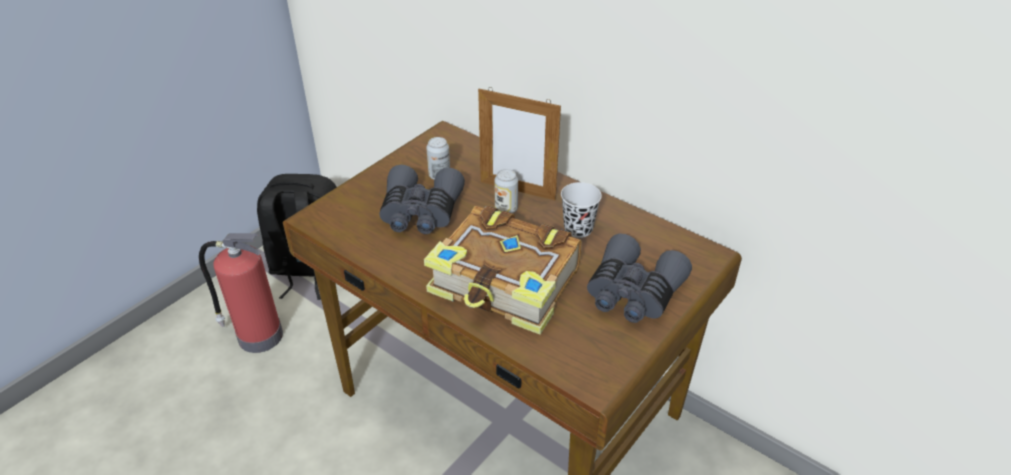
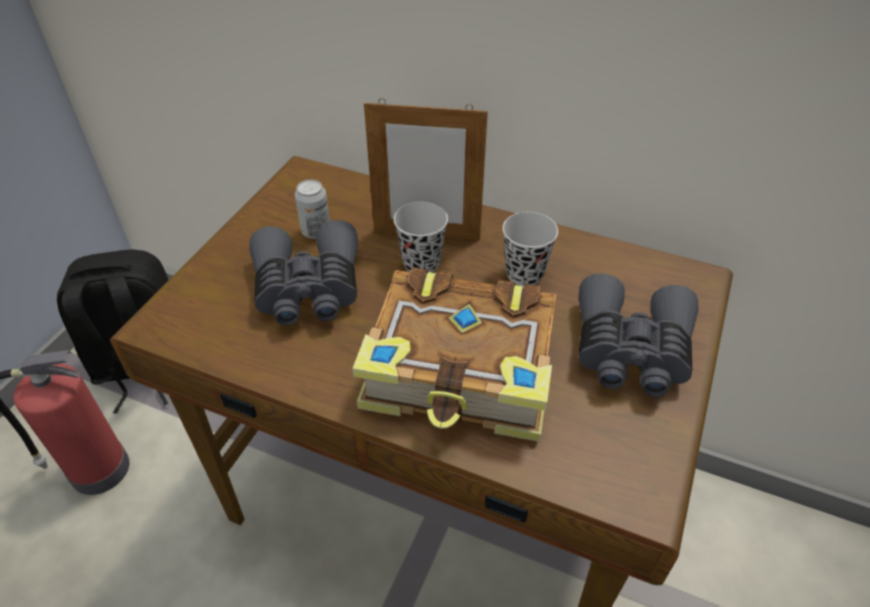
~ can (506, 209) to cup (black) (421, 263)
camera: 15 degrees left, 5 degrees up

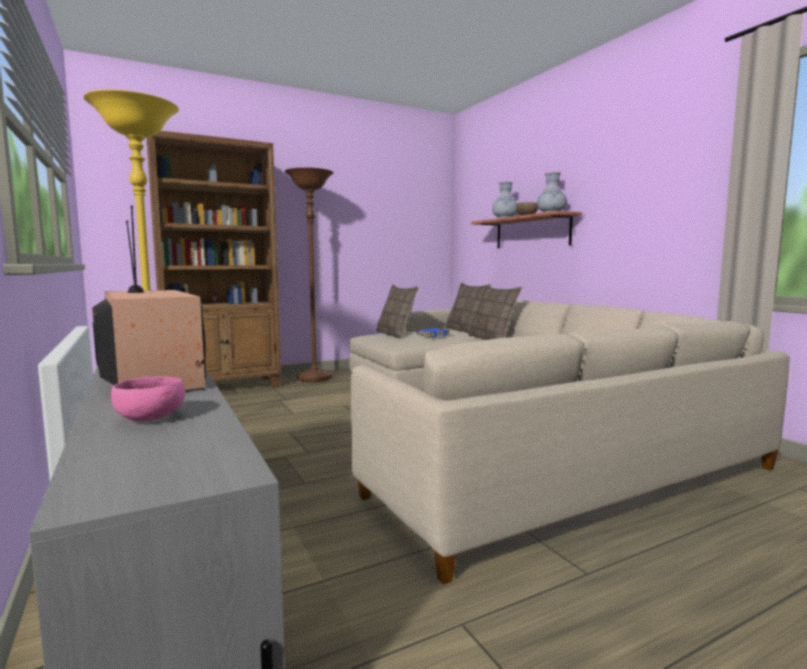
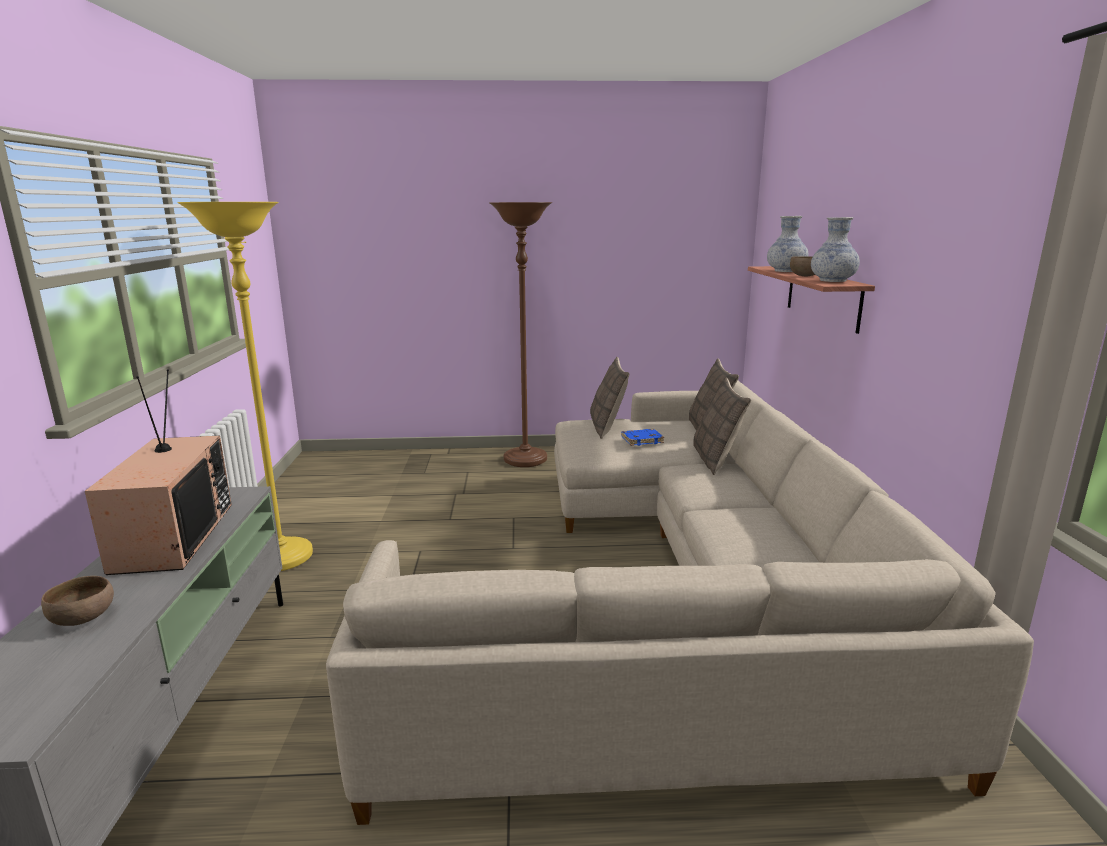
~ bowl (pink) (150, 418) to bowl (brown) (84, 617)
- bookcase (brown) (223, 387)
camera: 25 degrees right, 10 degrees up

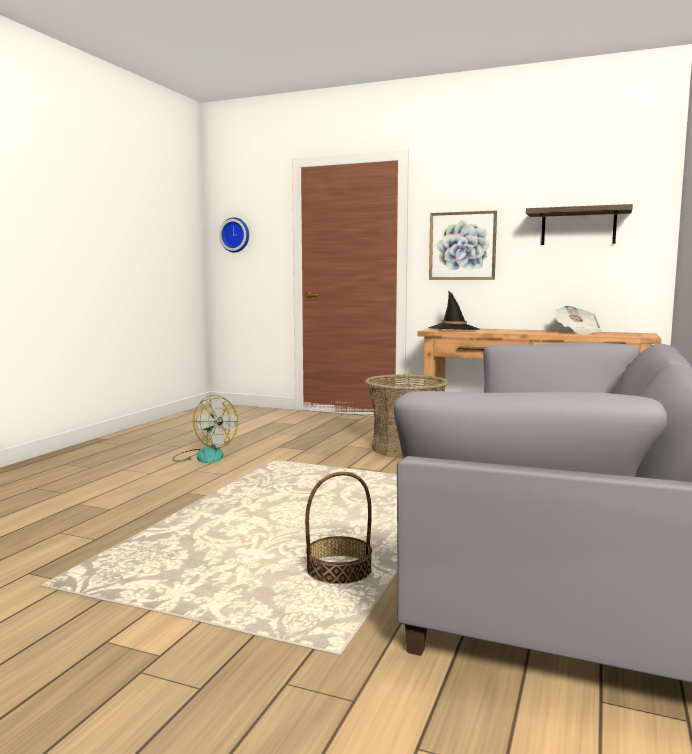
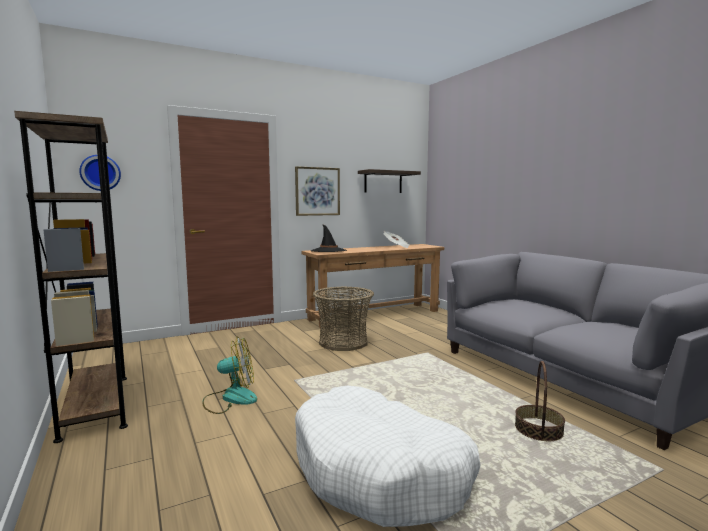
+ bookcase (brown) (95, 405)
+ dog bed (white) (380, 471)
camera: 50 degrees left, 0 degrees up

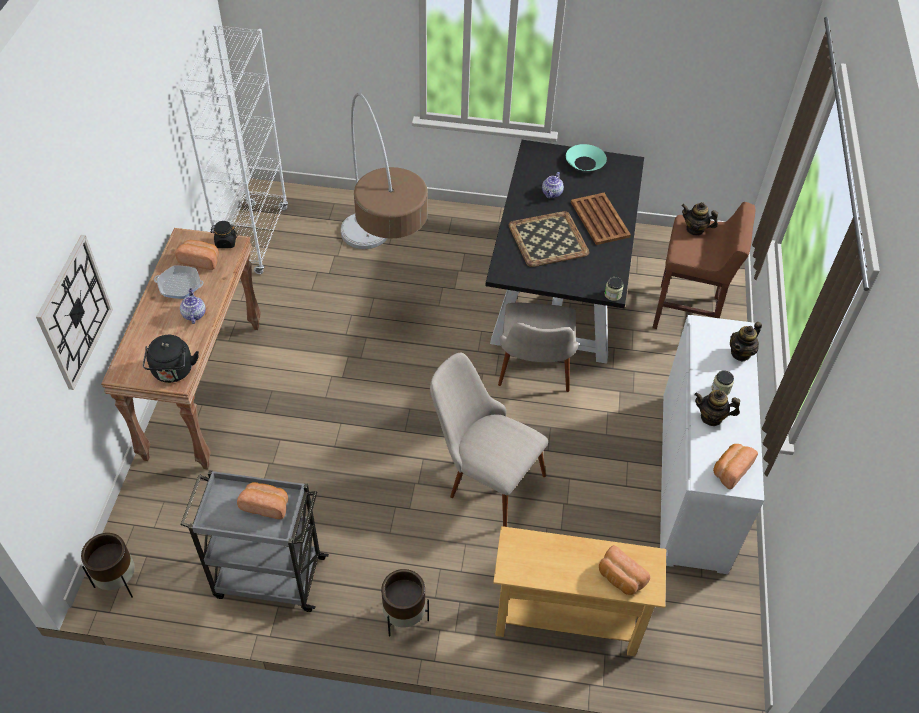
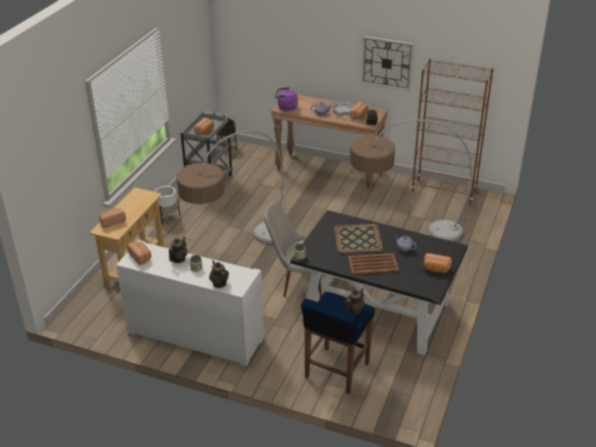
~ planter (brown) (404, 617) to planter (white) (168, 217)
~ chair (beige) (484, 477) to floor lamp (234, 253)
~ kettle (black) (173, 372) to kettle (purple) (286, 107)
~ stool (brown) (687, 313) to stool (blue) (336, 371)
~ wall clock (74, 312) to (387, 63)
~ bookcase (white) (255, 238) to bookcase (brown) (444, 191)
~ bowl (turquoise) (585, 163) to bread (436, 269)
camera: 105 degrees right, 15 degrees down

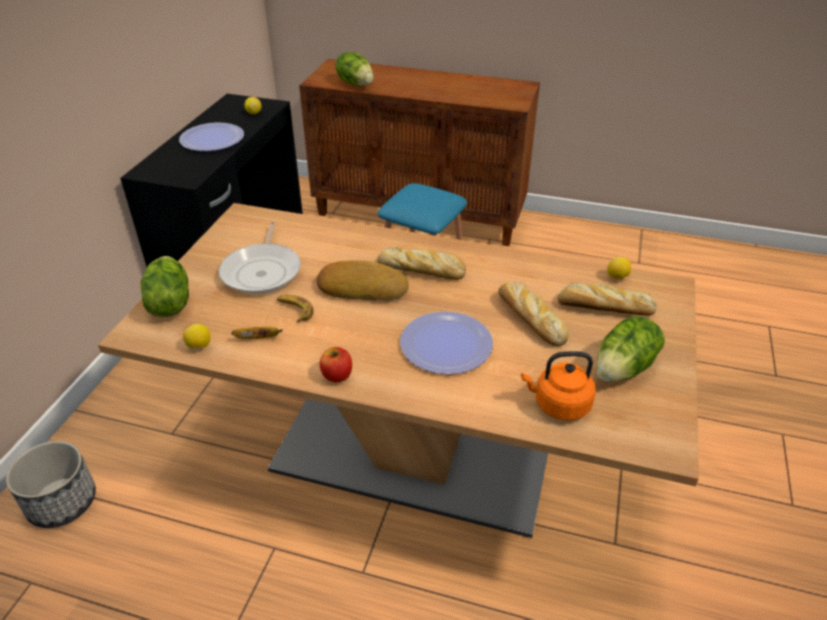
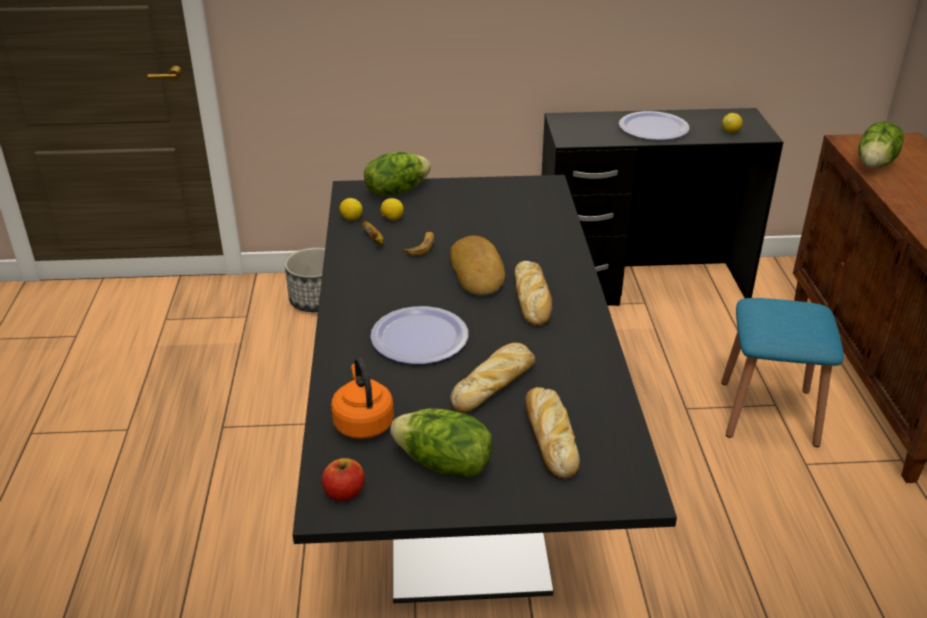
~ dining table (beige) (413, 454) to dining table (black) (463, 482)
~ apple (337, 375) to (344, 492)
~ lemon (617, 277) to (392, 219)
- frying pan (263, 271)
camera: 70 degrees right, 5 degrees down

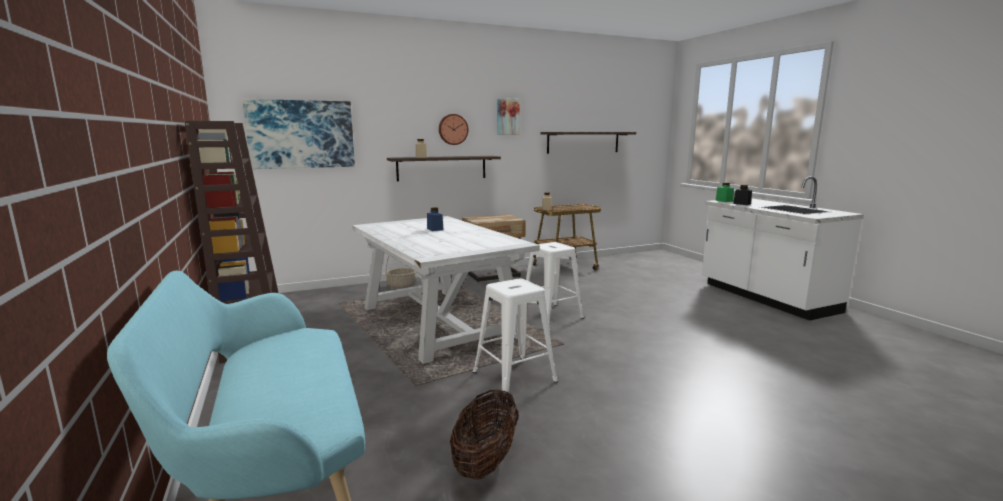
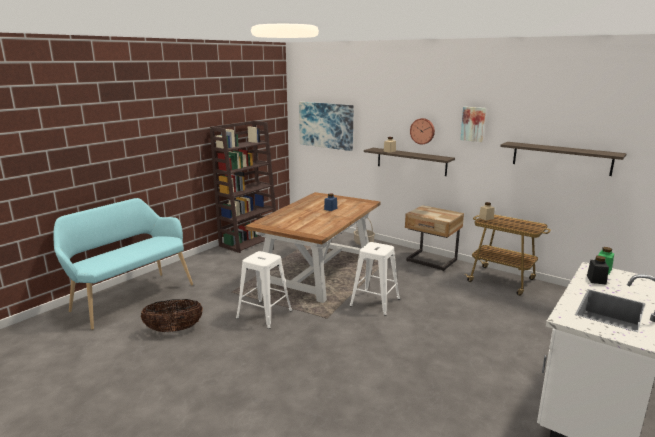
~ dining table (white) (438, 321) to dining table (brown) (318, 271)
camera: 60 degrees right, 5 degrees up

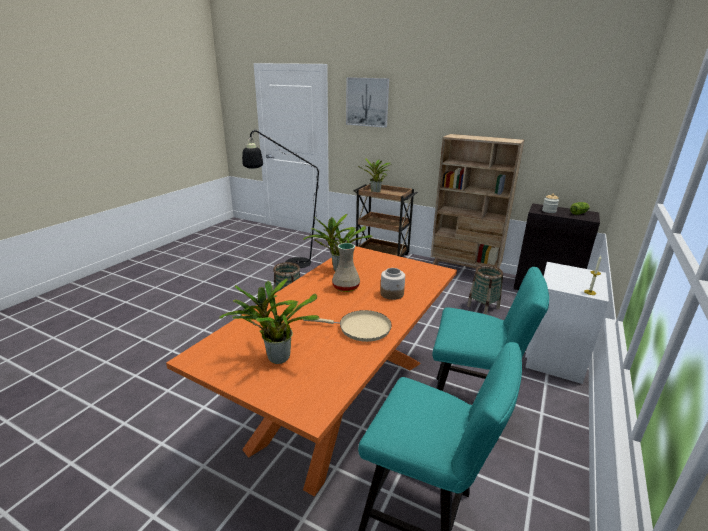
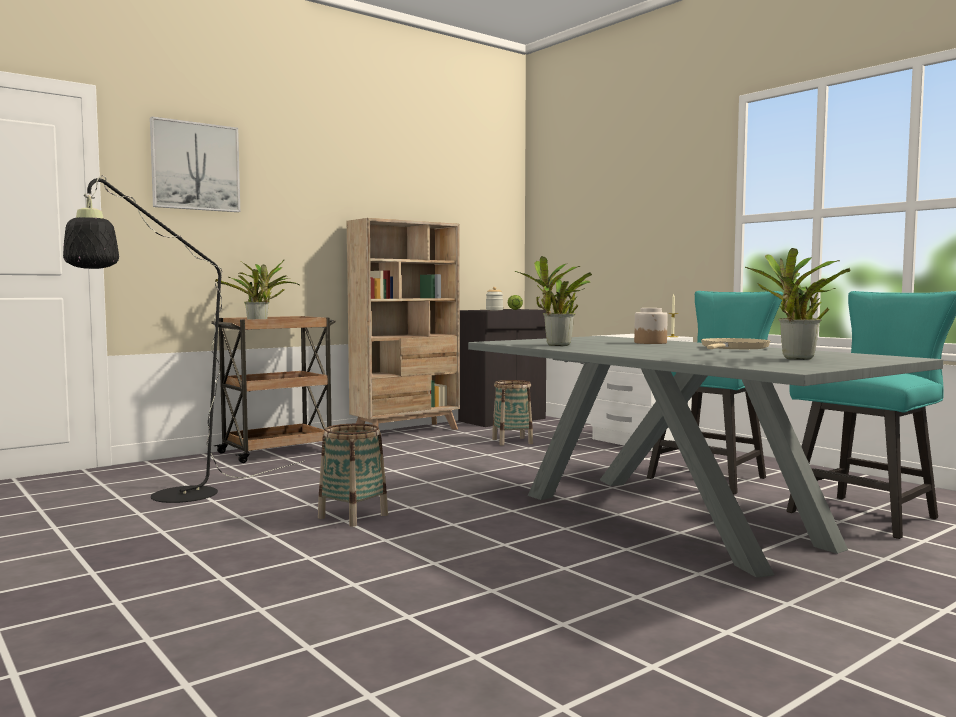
~ dining table (orange) (341, 401) to dining table (grey) (670, 519)
- vase (beige) (346, 287)
camera: 65 degrees left, 20 degrees down

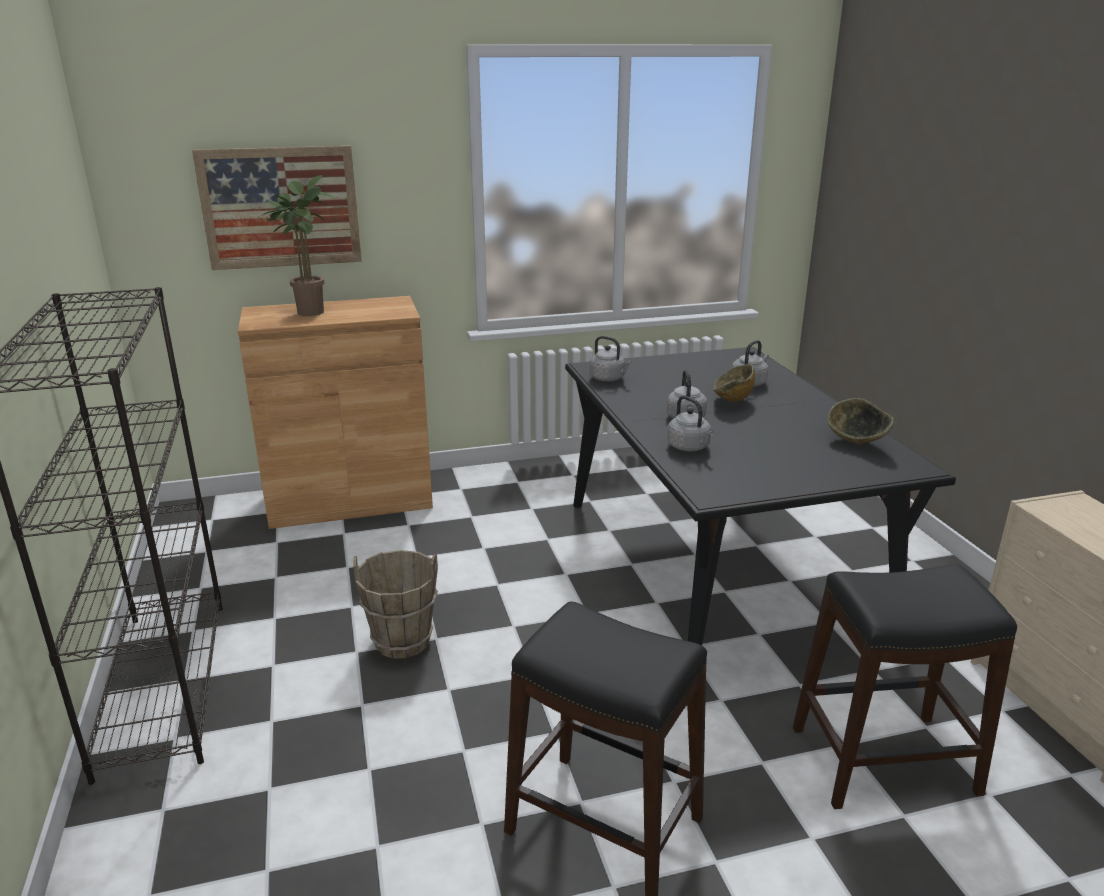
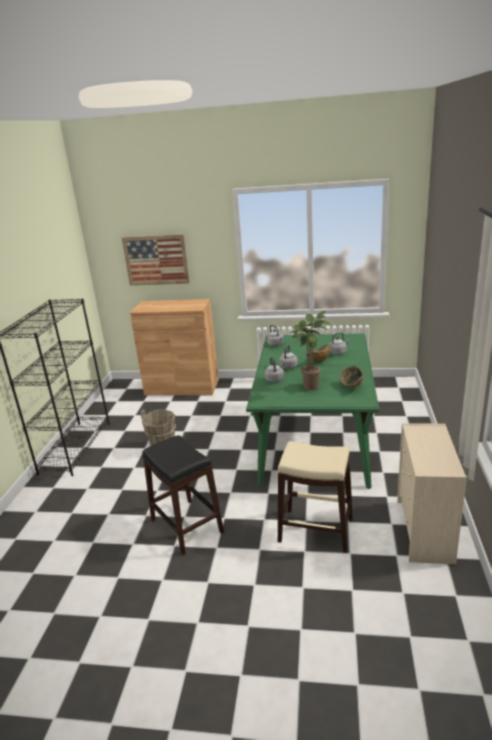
~ dining table (black) (714, 566) to dining table (green) (314, 438)
~ stool (black) (884, 761) to stool (beige) (316, 530)
~ potted plant (309, 311) to (310, 385)
camera: 25 degrees right, 0 degrees up

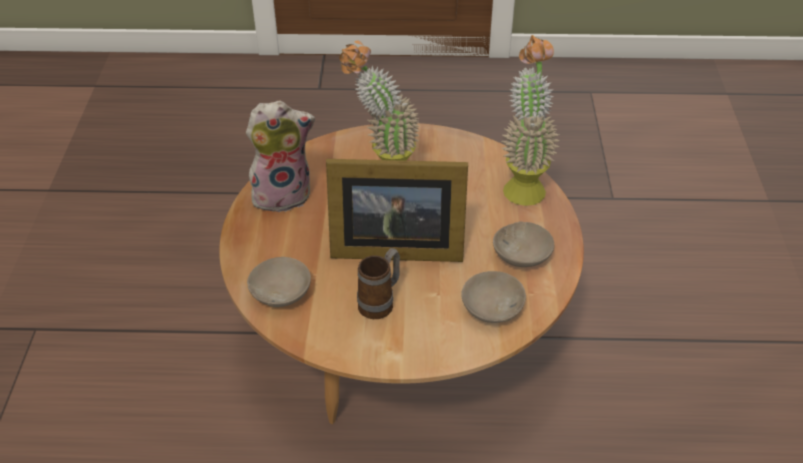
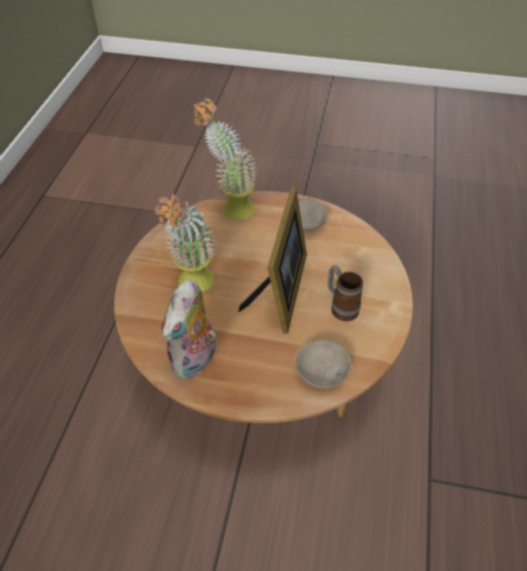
~ plush toy (283, 194) = (195, 361) 150 degrees counterclockwise
- bowl (beige) (491, 307)
camera: 80 degrees left, 5 degrees up

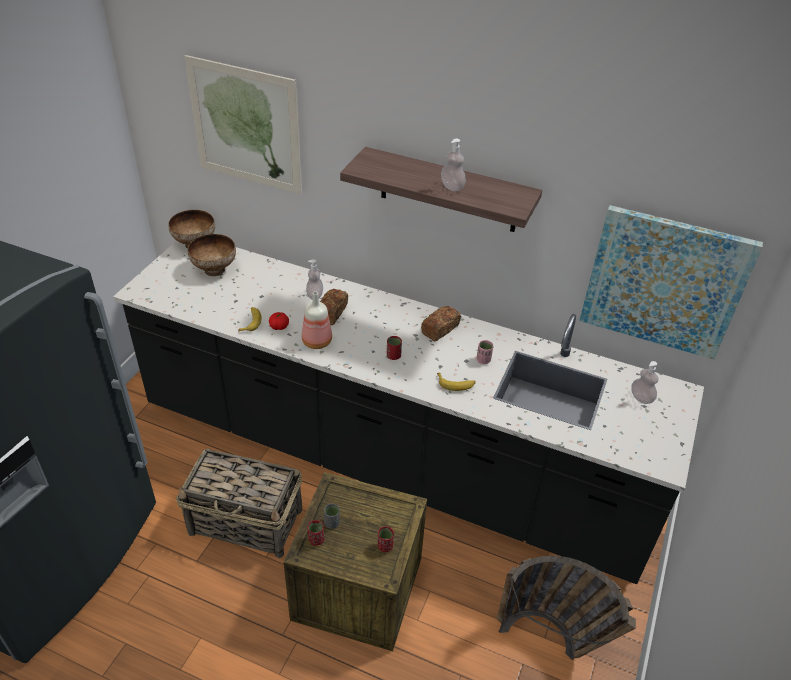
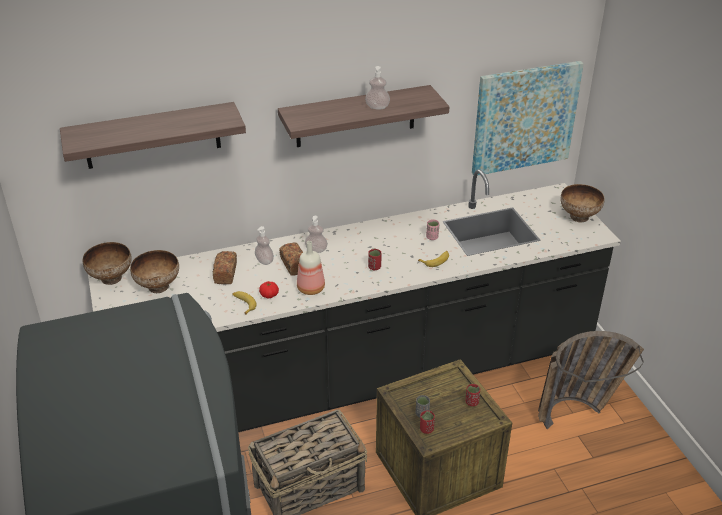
~ picture (245, 126) to shelf (152, 136)
~ bread (440, 329) to (225, 273)
~ soap dispenser (641, 398) to (316, 250)
+ bowl (578, 216)
camera: 40 degrees left, 5 degrees down

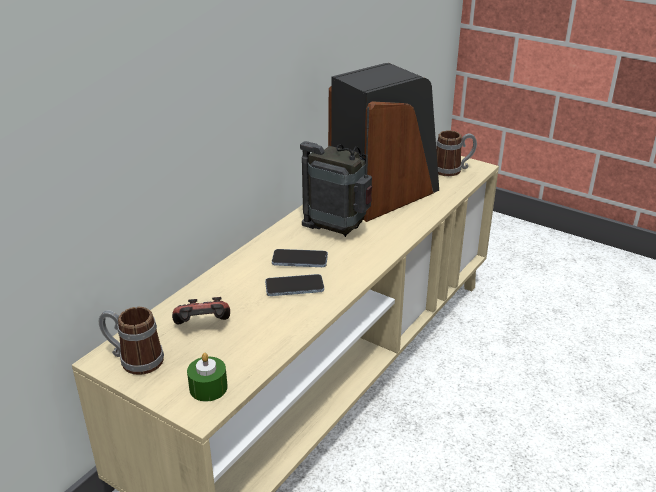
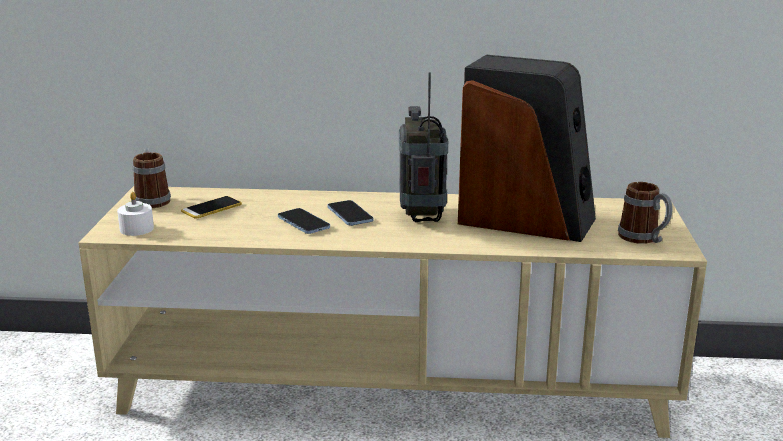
~ candle (green) (208, 388) to candle (white) (136, 229)
~ game controller (203, 327) to phone (211, 208)
camera: 60 degrees right, 10 degrees down

